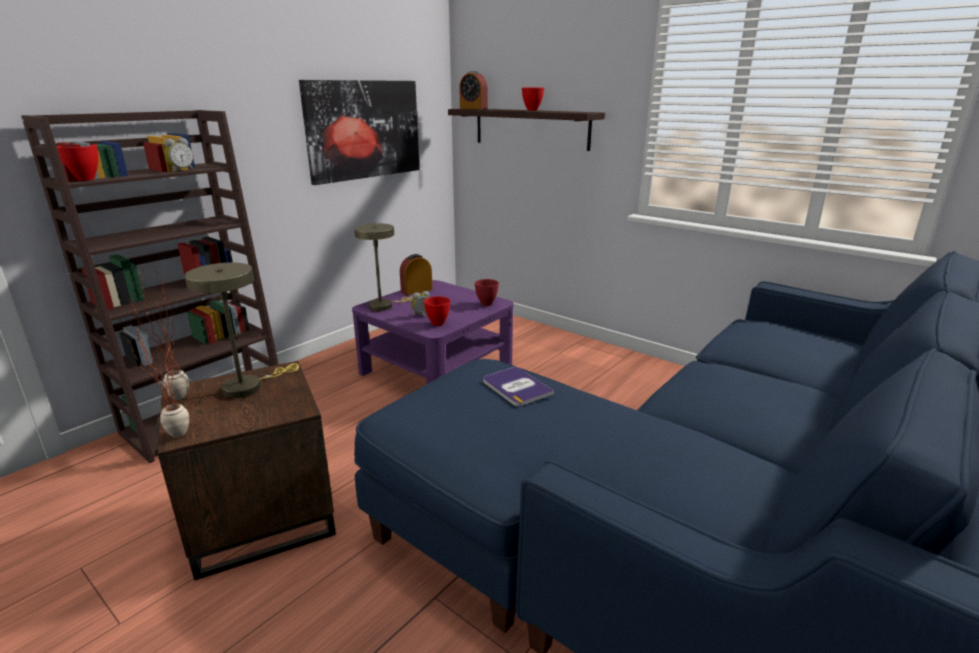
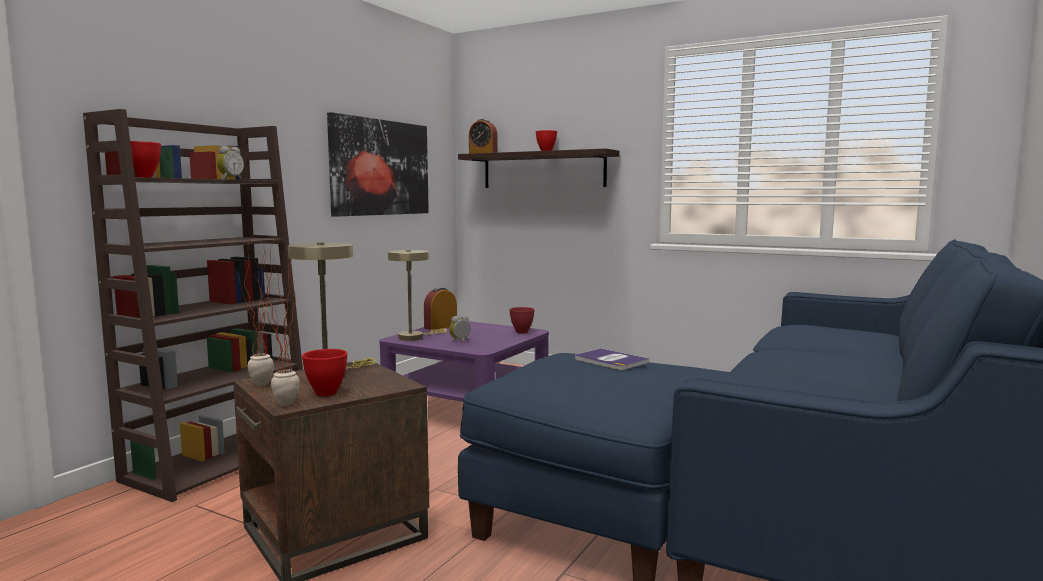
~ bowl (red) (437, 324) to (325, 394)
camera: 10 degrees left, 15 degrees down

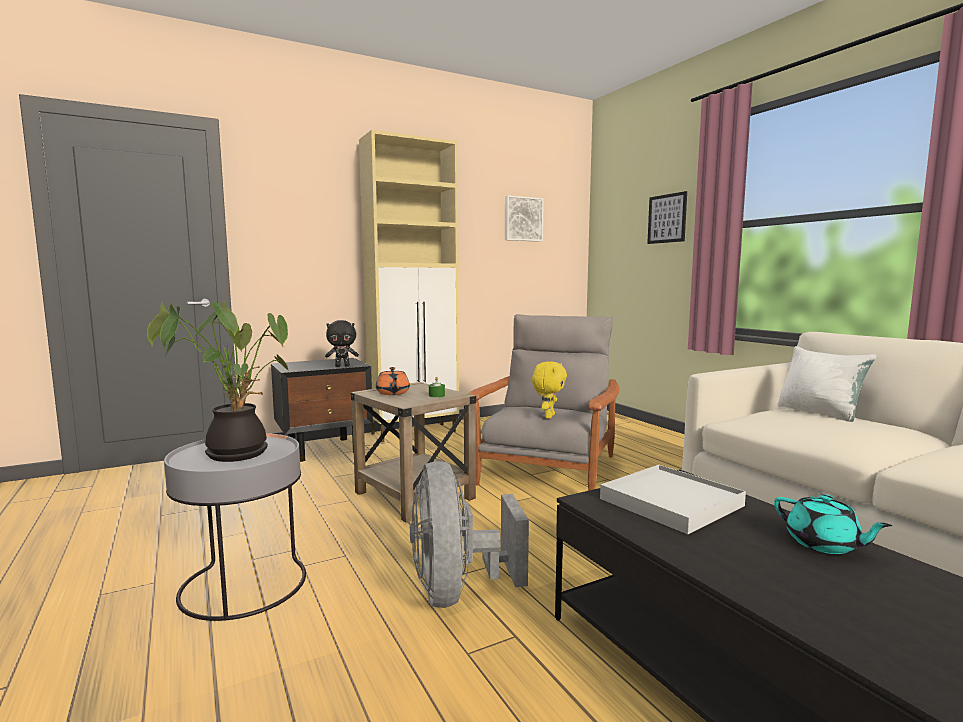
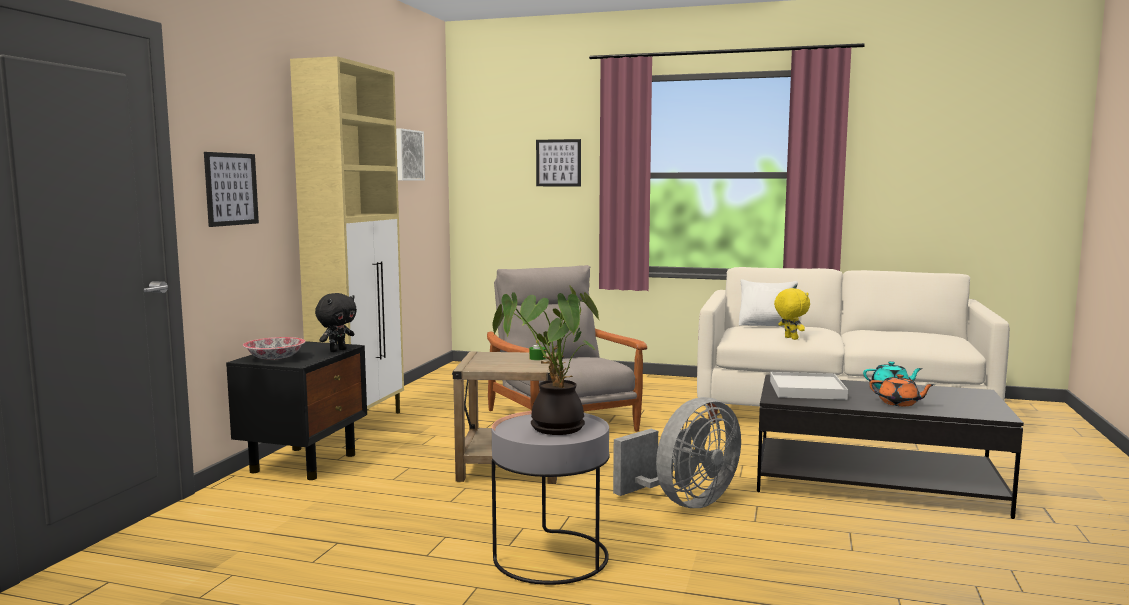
+ picture (231, 189)
+ bowl (275, 358)
~ fan (grey) (457, 591) = (684, 502) 75 degrees counterclockwise
~ plush toy (yellow) (548, 416) to (790, 338)
~ teapot (orange) (392, 393) to (899, 403)
camera: 45 degrees left, 0 degrees up

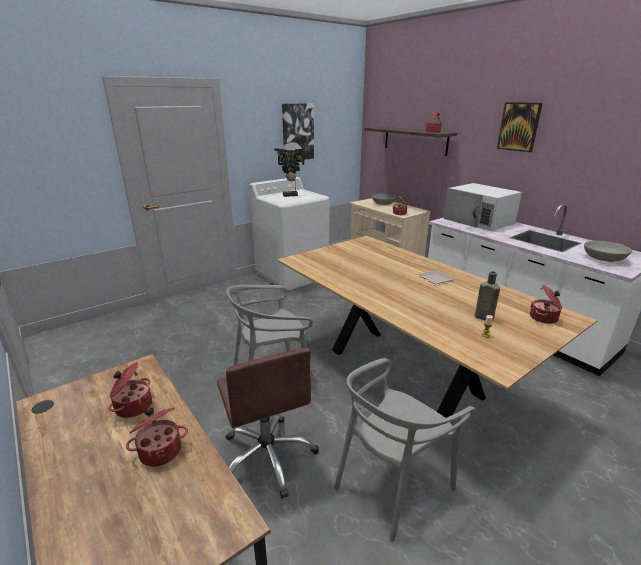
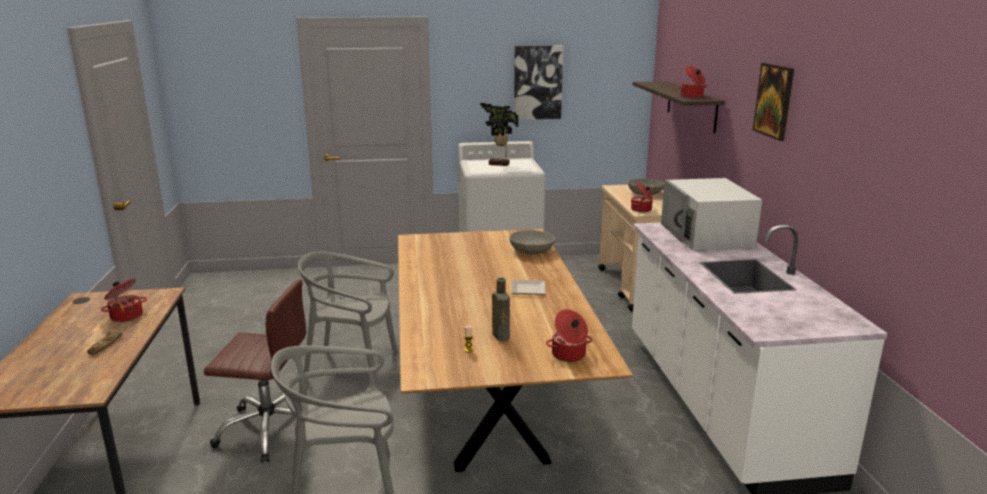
~ cooking pot (160, 450) to bread (107, 345)
~ office chair (brown) (268, 456) = (270, 429) 90 degrees counterclockwise
~ bowl (grey) (604, 258) to (532, 251)
camera: 30 degrees right, 5 degrees down

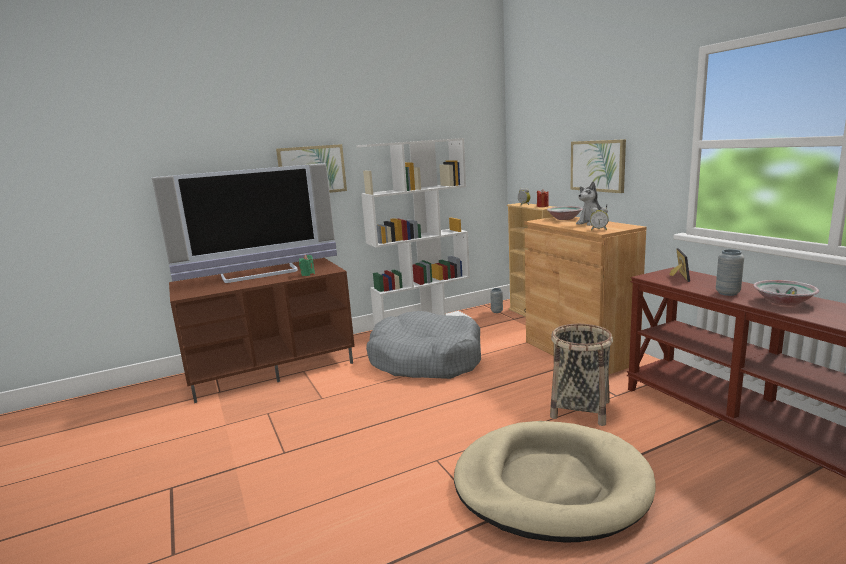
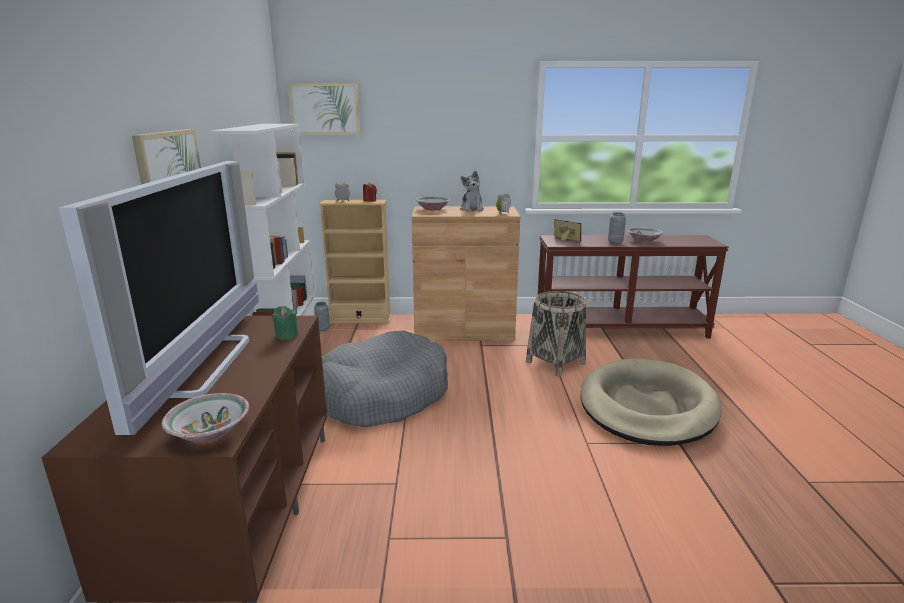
+ bowl (210, 432)
~ picture (597, 166) to (325, 109)
camera: 65 degrees left, 5 degrees up

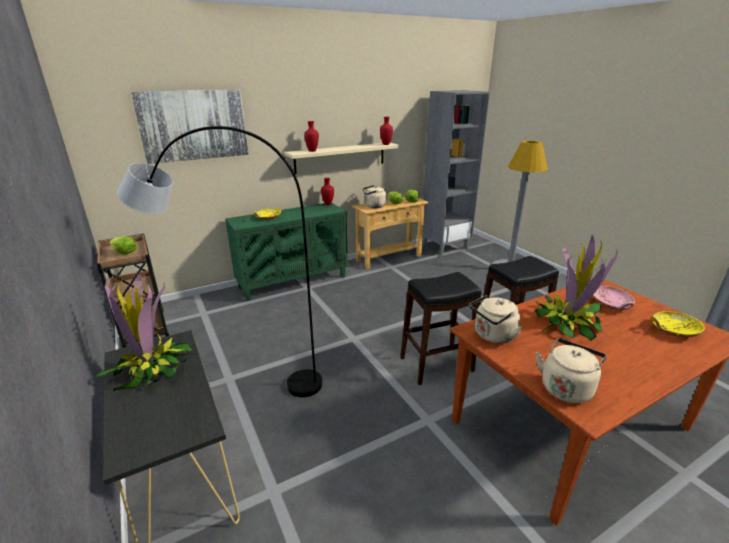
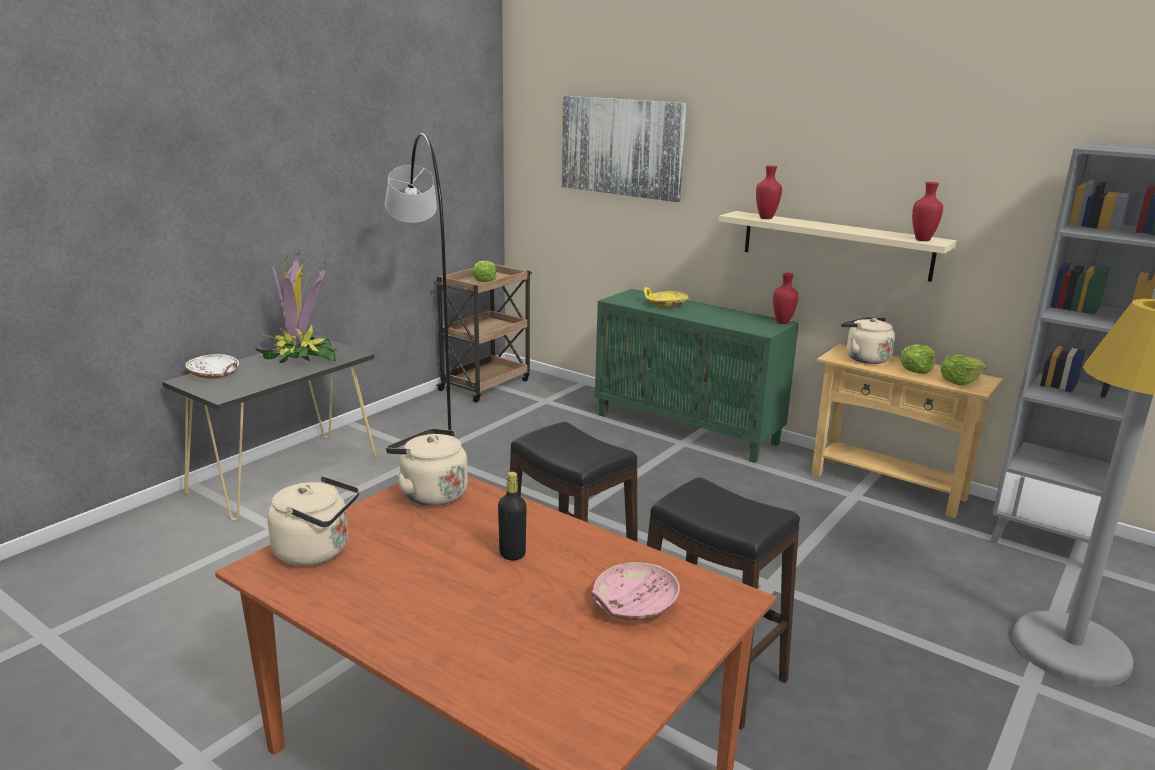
+ bowl (white) (214, 375)
~ potted plant (567, 323) to bottle (black) (512, 554)
- bowl (yellow) (673, 330)
camera: 65 degrees right, 5 degrees down

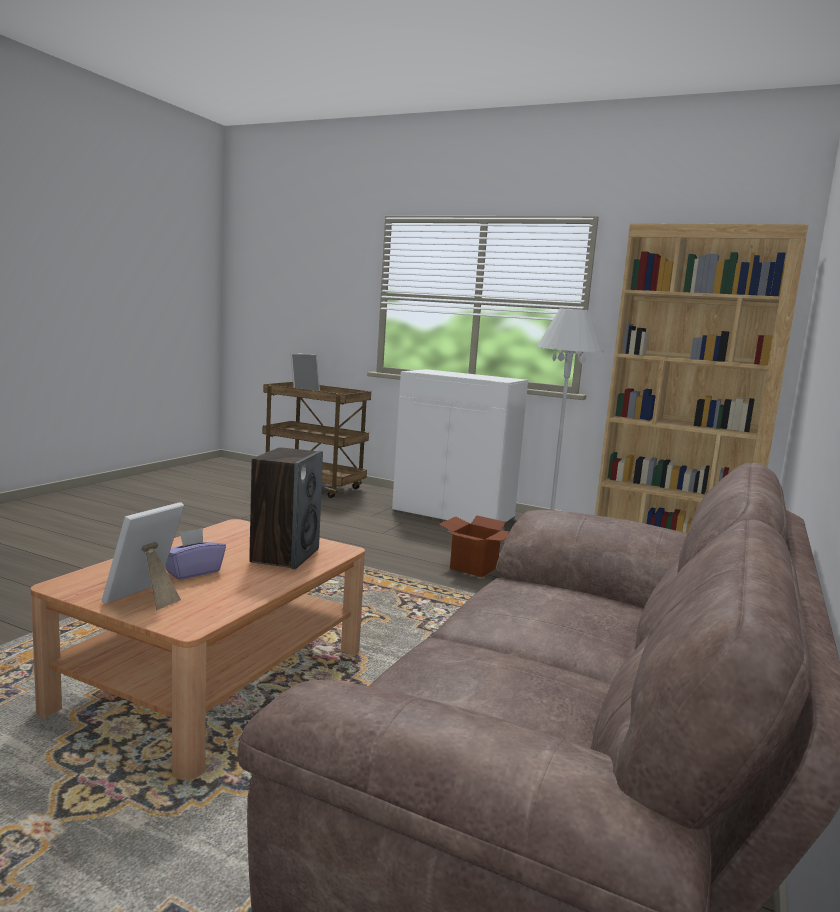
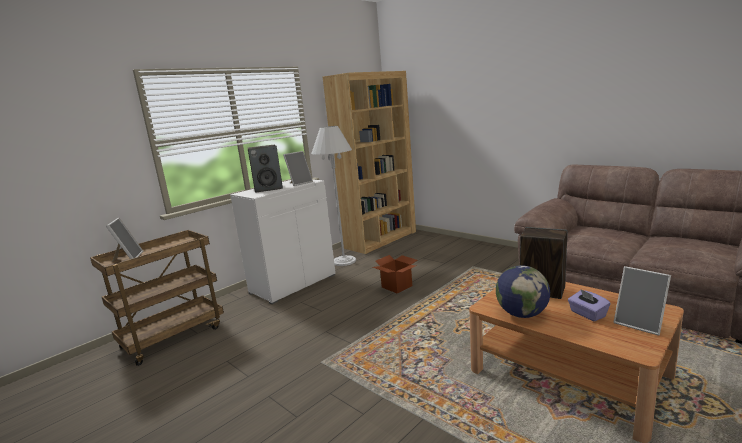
+ speaker (268, 189)
+ picture frame (299, 183)
+ globe (522, 314)
camera: 70 degrees left, 5 degrees up

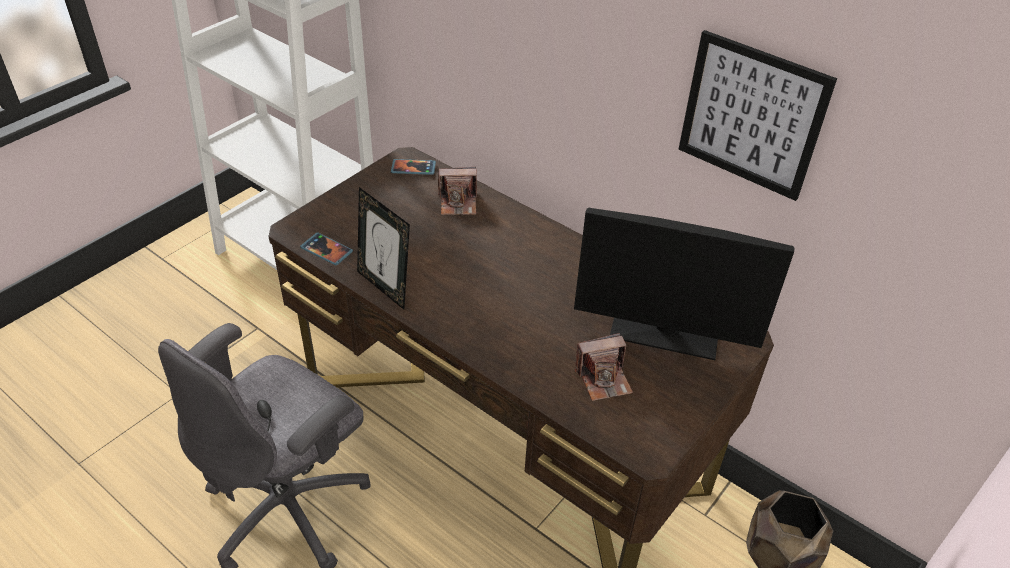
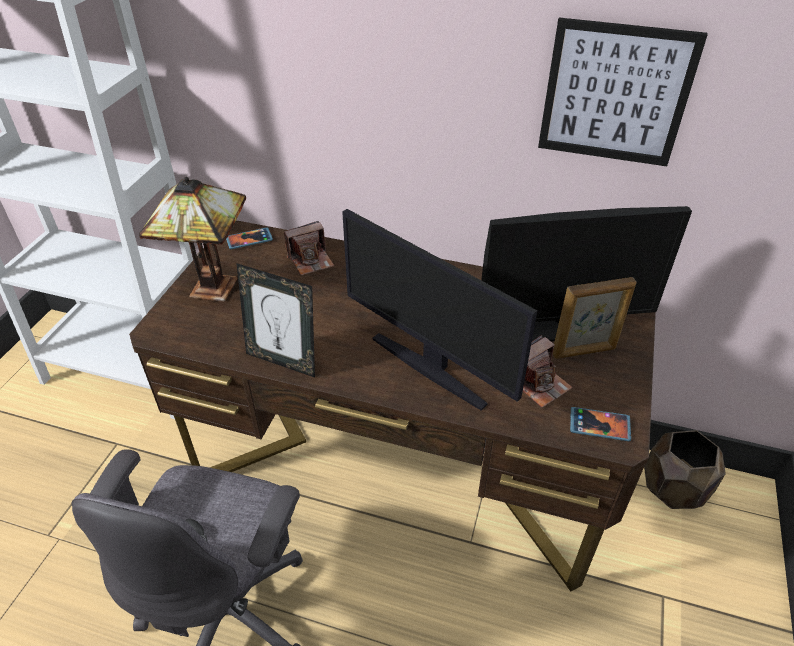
+ table lamp (209, 289)
+ monitor (430, 368)
+ picture frame (584, 351)
~ phone (326, 250) to (599, 425)
camera: 20 degrees left, 0 degrees up

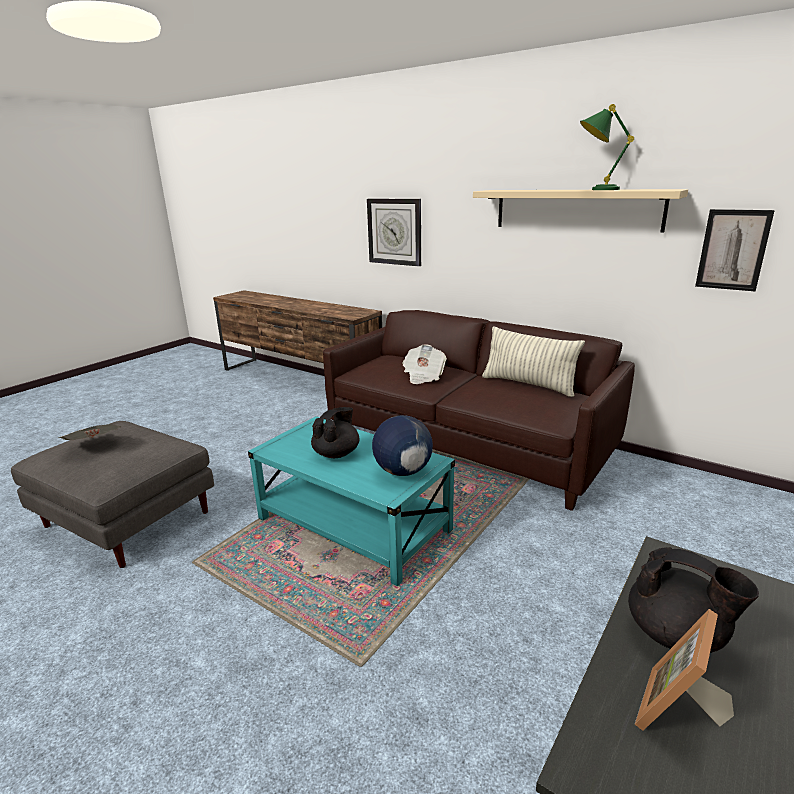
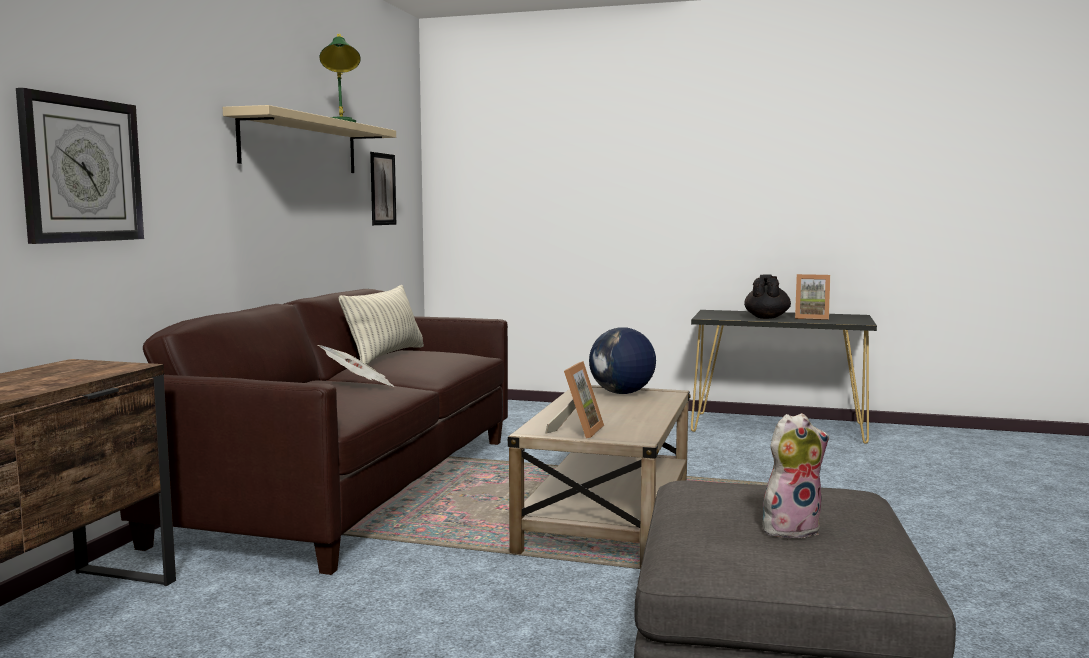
~ coffee table (turquoise) (353, 524) to coffee table (beige) (607, 516)
+ picture frame (577, 431)
~ newspaper (95, 446) to plush toy (790, 528)
- teapot (black) (337, 453)
camera: 110 degrees left, 15 degrees down

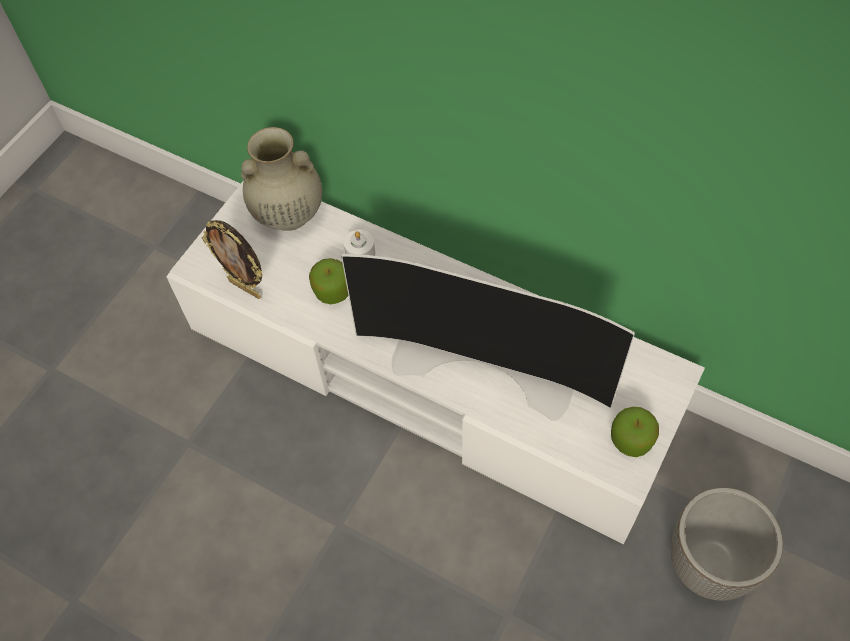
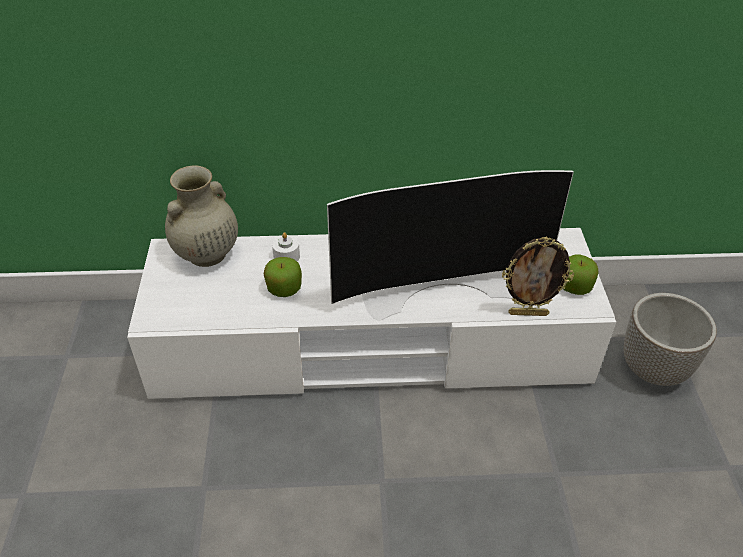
~ picture frame (246, 288) to (528, 313)
camera: 35 degrees left, 15 degrees down

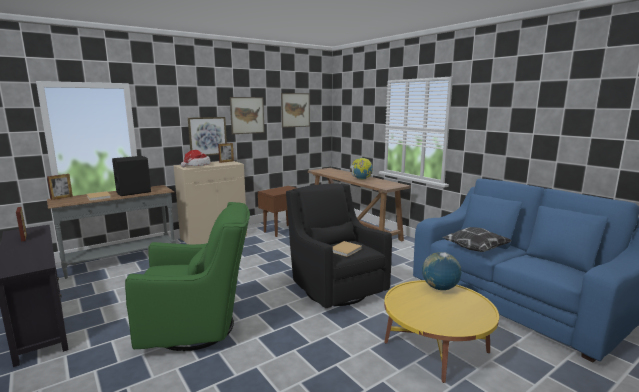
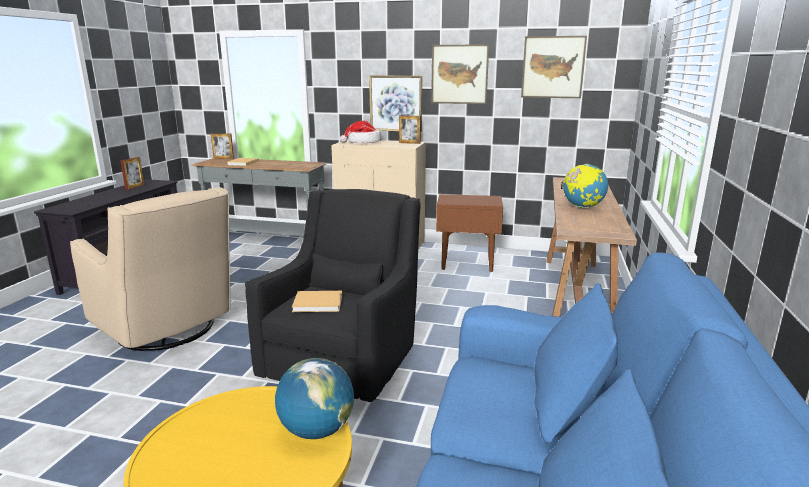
~ armchair (green) (199, 328) to armchair (beige) (168, 330)
- speaker (black) (134, 192)
- pillow (474, 249)
camera: 50 degrees right, 5 degrees up

